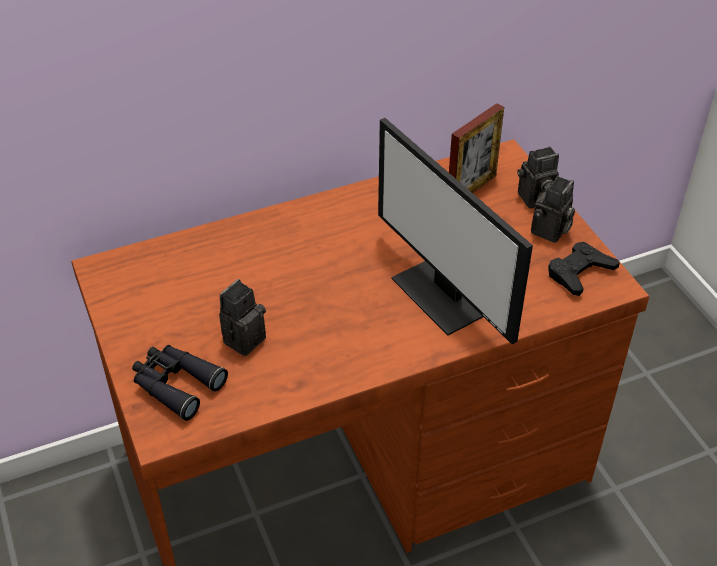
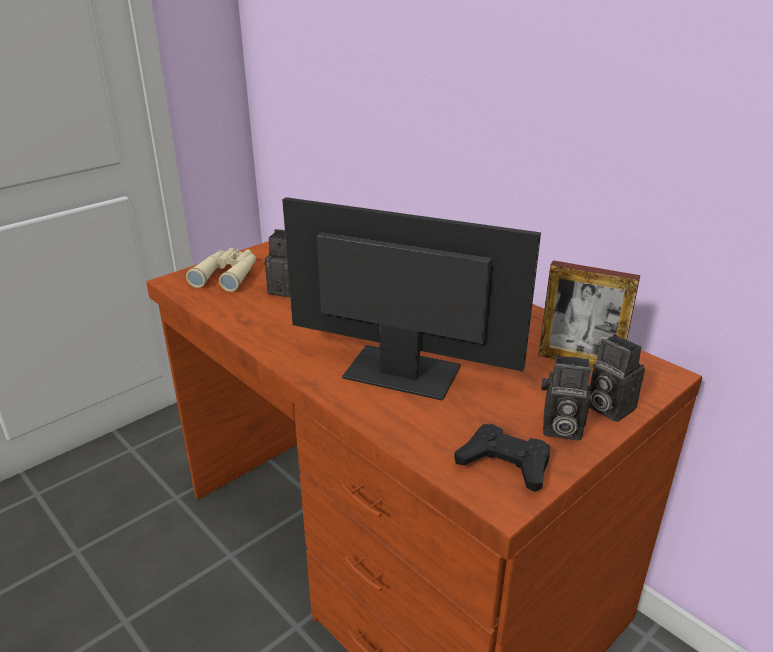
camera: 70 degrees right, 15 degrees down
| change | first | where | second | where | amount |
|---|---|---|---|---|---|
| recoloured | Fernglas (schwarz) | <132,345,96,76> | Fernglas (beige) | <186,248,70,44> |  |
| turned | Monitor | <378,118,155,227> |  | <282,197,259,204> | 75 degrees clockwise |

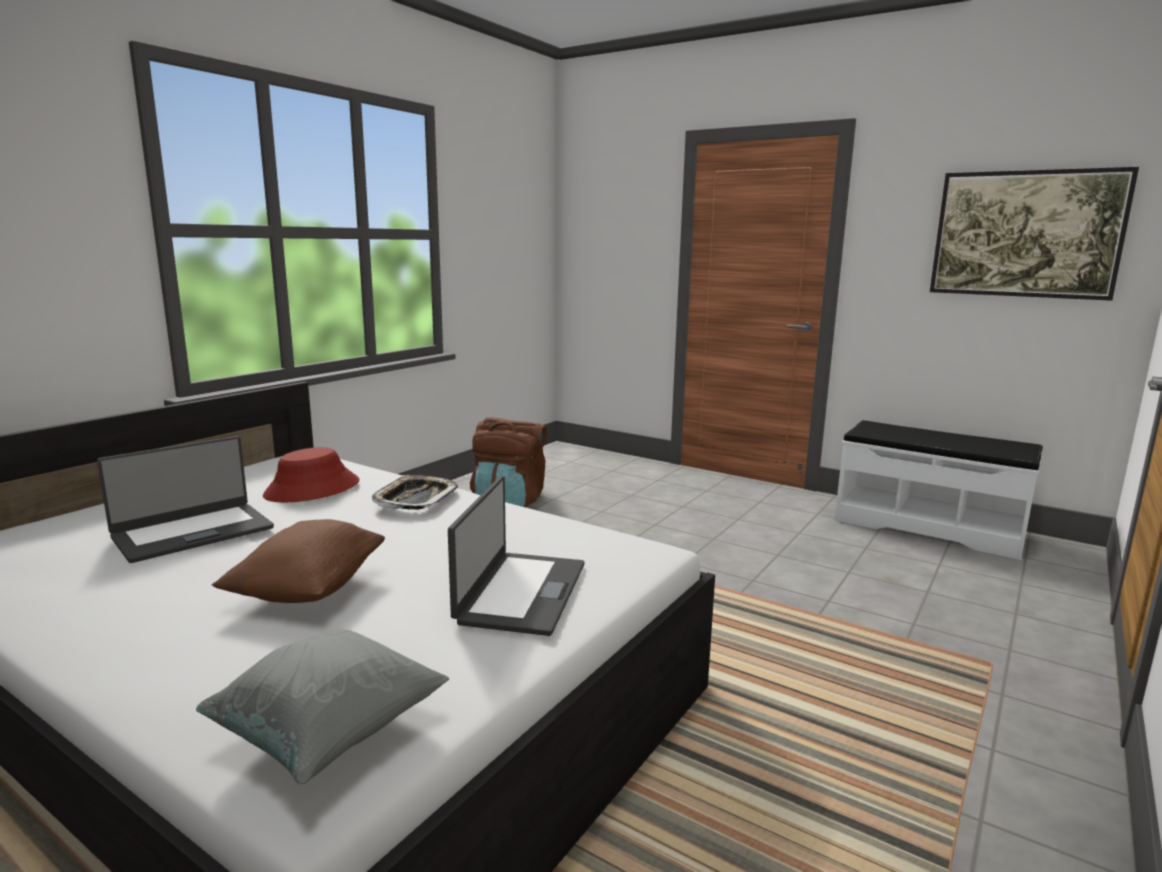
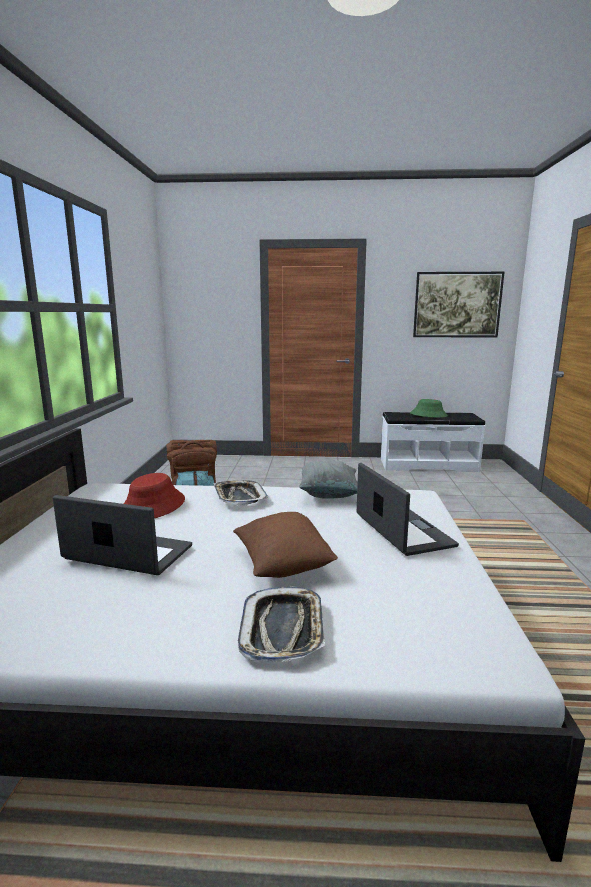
camera: 30 degrees left, 0 degrees up
| change | first | where | second | where | amount |
|---|---|---|---|---|---|
| added |  |  | Tablett | <238,587,87,75> |  |
| added |  |  | Hut (grün) | <410,399,38,19> |  |
| moved | Kissen (grau) | <196,629,253,155> |  | <299,459,59,40> |  |
| turned | Laptop | <97,436,177,127> |  | <53,495,139,80> | 90 degrees counterclockwise |

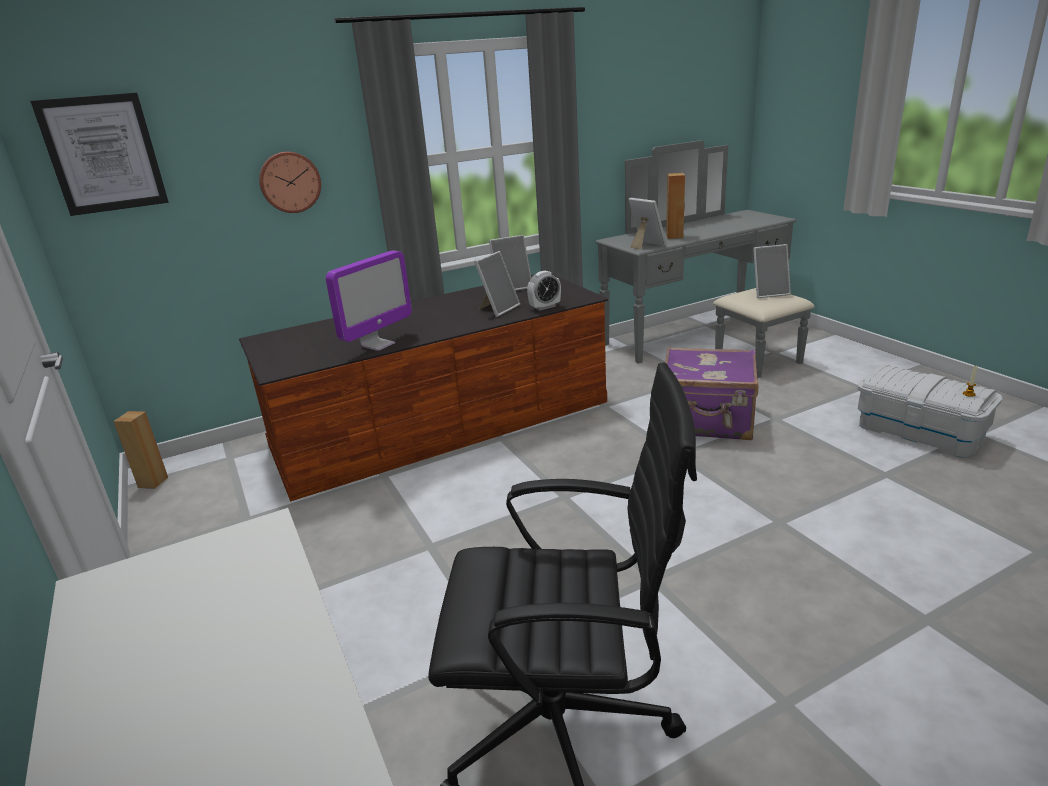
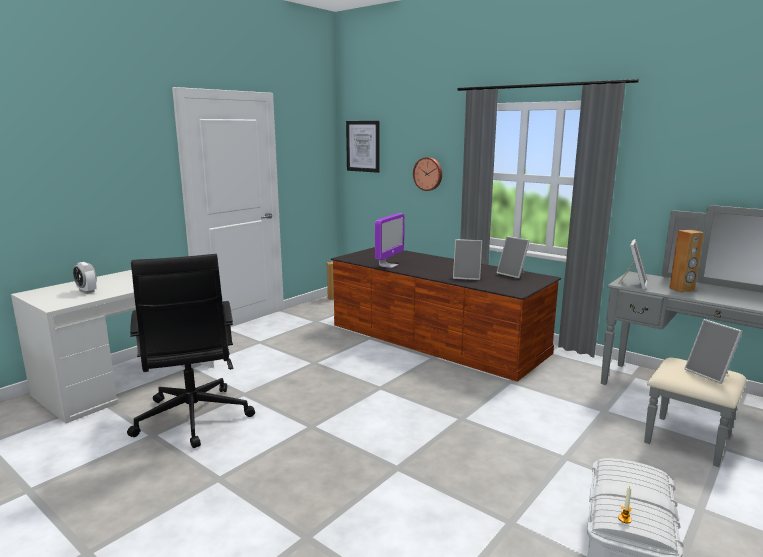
camera: 65 degrees right, 10 degrees down
| change | first | where | second | where | amount |
|---|---|---|---|---|---|
| removed | Koffer (lila) | <665,347,93,93> |  |  |  |
| moved | Wecker | <527,271,34,40> |  | <73,262,24,32> |  |
| turned | Monitor | <326,250,86,101> |  | <375,213,30,55> | 75 degrees counterclockwise |

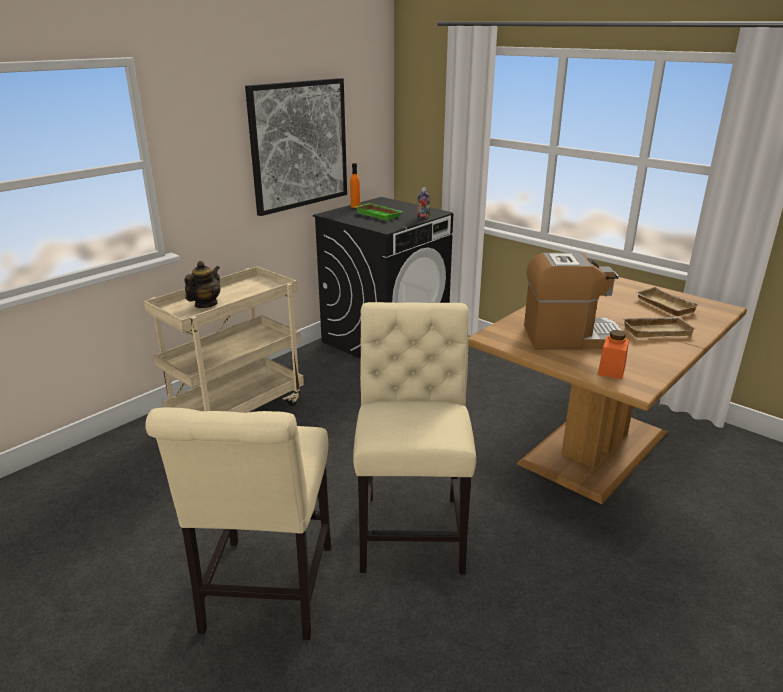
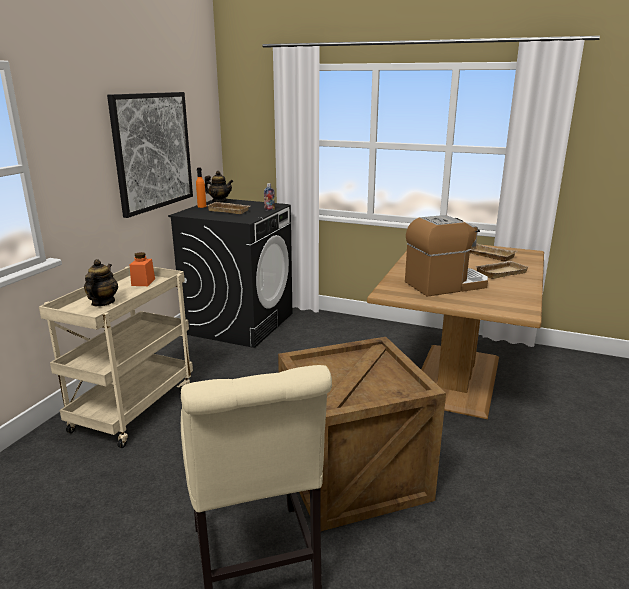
camera: 20 degrees left, 5 degrees down
| change | first | where | second | where | amount |
|---|---|---|---|---|---|
| added |  |  | Teekanne | <205,171,28,32> |  |
| moved | Vorratsglas (orange) | <597,330,32,49> |  | <130,252,25,34> |  |
| replaced | Stuhl (beige) | <353,302,123,272> | Kiste | <278,337,168,194> |  |
| recoloured | Tablett (grün) | <354,203,49,18> | Tablett (beige) | <207,202,43,12> |  |

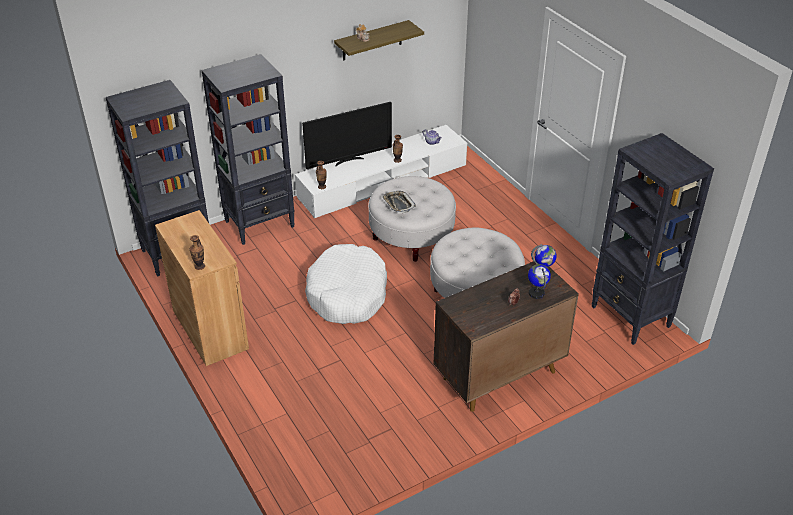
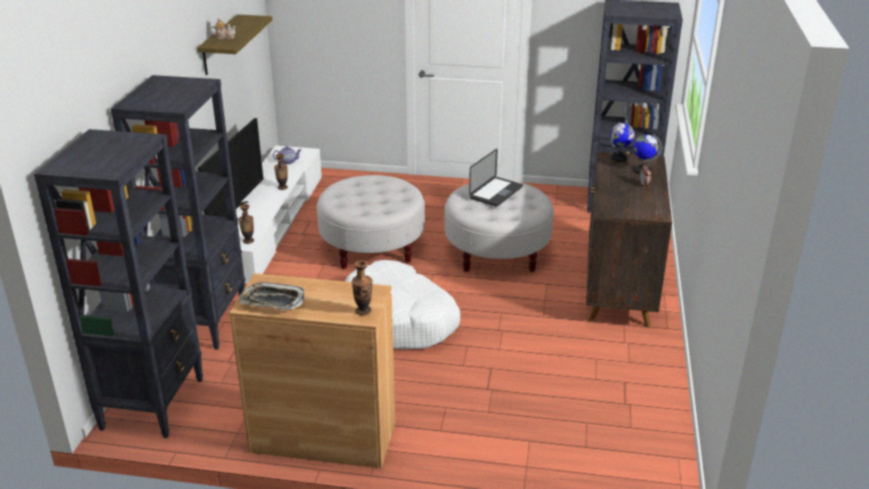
camera: 50 degrees left, 10 degrees down
| change | first | where | second | where | amount |
|---|---|---|---|---|---|
| added |  |  | Laptop | <469,149,54,58> |  |
| moved | Tablett | <382,191,34,22> |  | <239,282,65,28> |  |

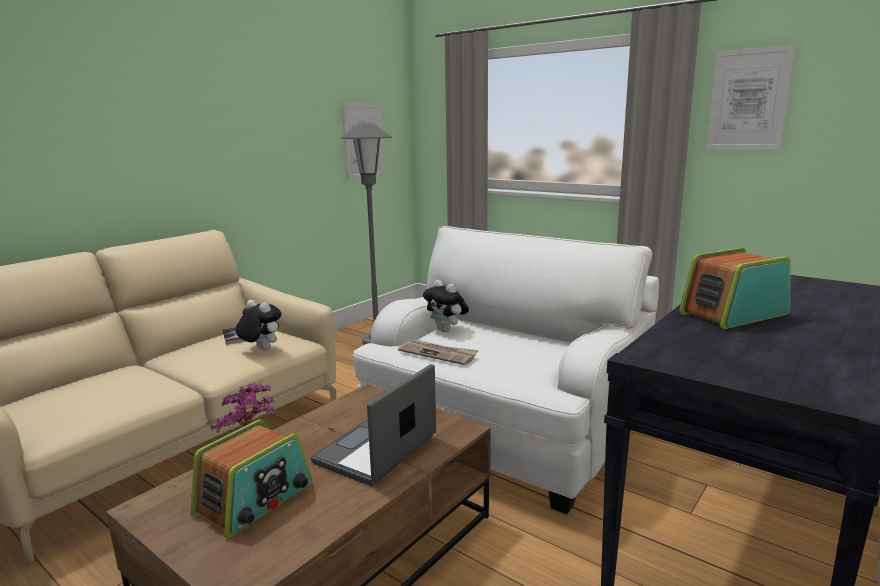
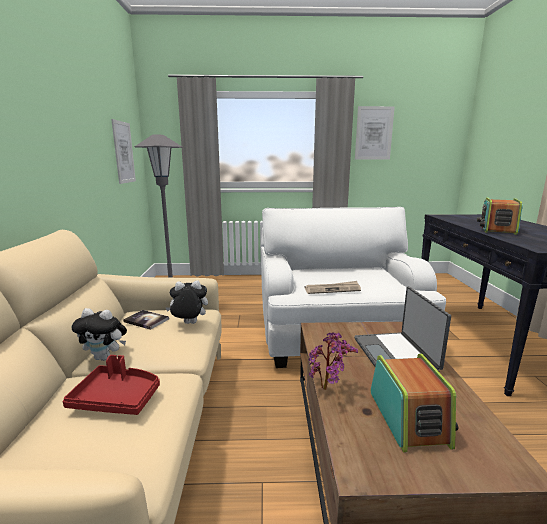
camera: 40 degrees left, 0 degrees up
| change | first | where | second | where | amount |
|---|---|---|---|---|---|
| added |  |  | Tablett (rot) | <62,355,98,60> |  |
| moved | Plüschtier | <423,280,46,52> |  | <72,308,55,53> |  |

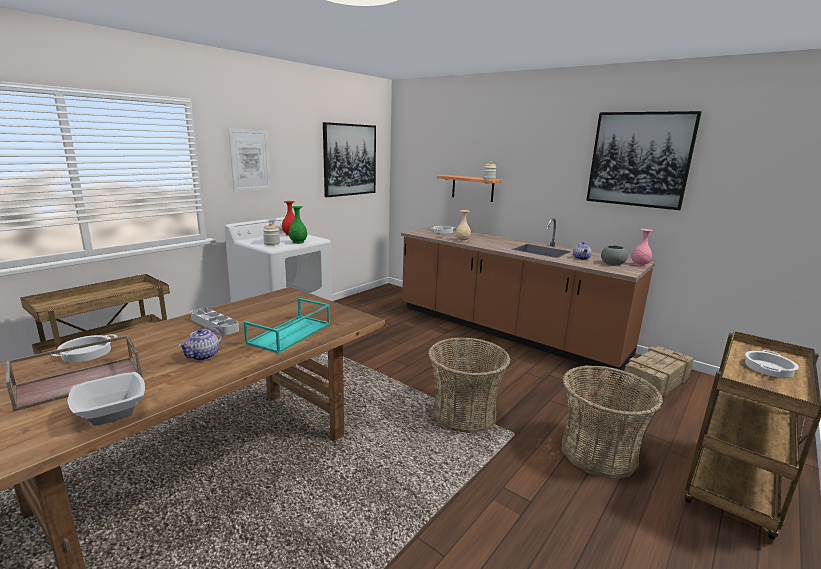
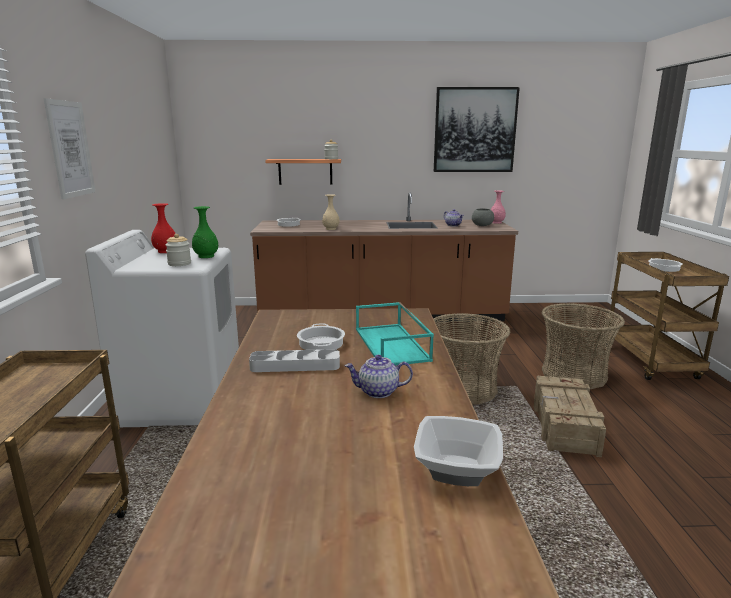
camera: 40 degrees left, 0 degrees up
| change | first | where | second | where | amount |
|---|---|---|---|---|---|
| removed | Tablett (braun) | <6,335,136,77> |  |  |  |
| removed | Bild | <323,122,53,75> |  |  |  |
| moved | Kochtopf | <51,334,67,28> |  | <297,324,48,26> |  |
| moved | Kiste | <622,346,72,53> |  | <534,376,72,81> |  |
| turned | Teekanne | <178,327,45,34> |  | <345,355,68,43> | 105 degrees clockwise |

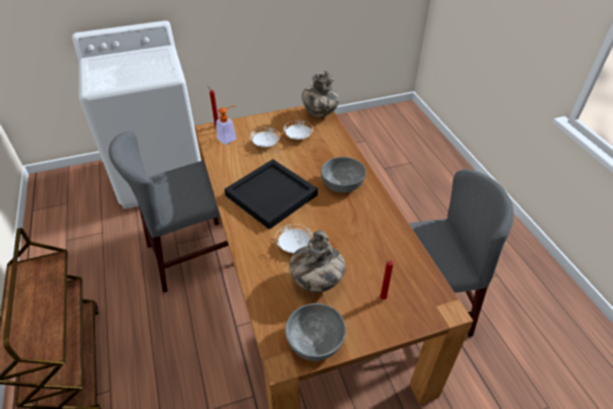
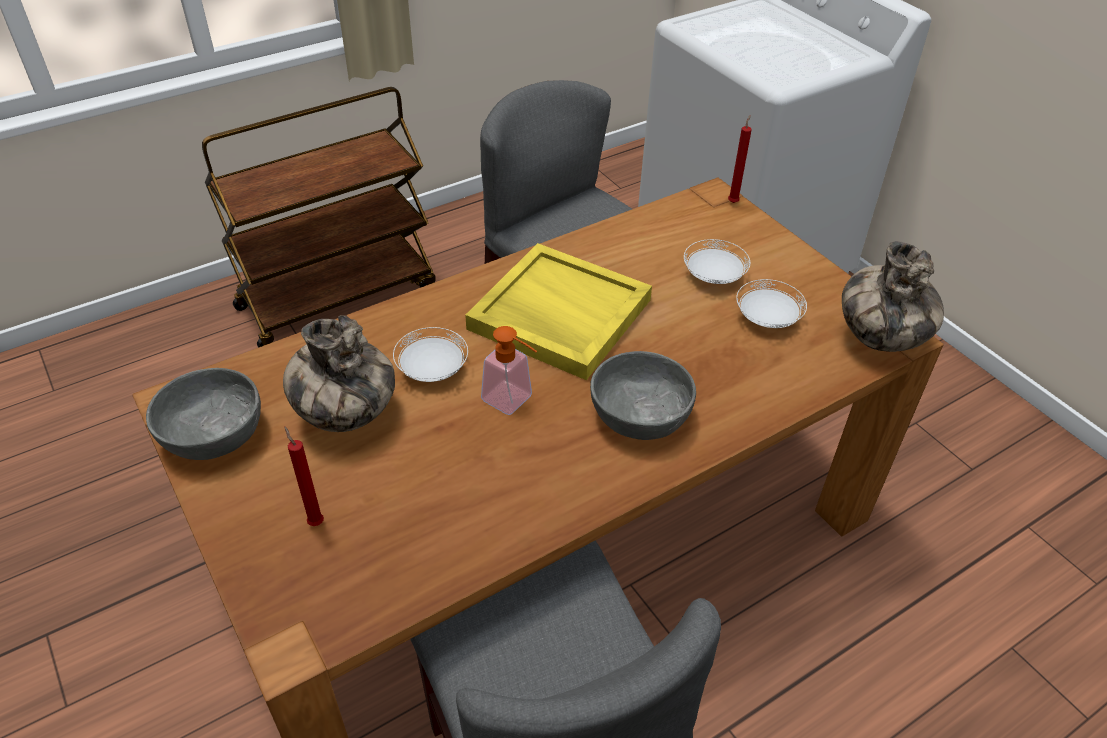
camera: 75 degrees right, 0 degrees up
| change | first | where | second | where | amount |
|---|---|---|---|---|---|
| moved | Seifenspender | <216,105,20,39> |  | <481,326,56,89> |  |
| recoloured | Tablett (schwarz) | <224,159,94,71> | Tablett (gelb) | <465,243,187,137> |  |

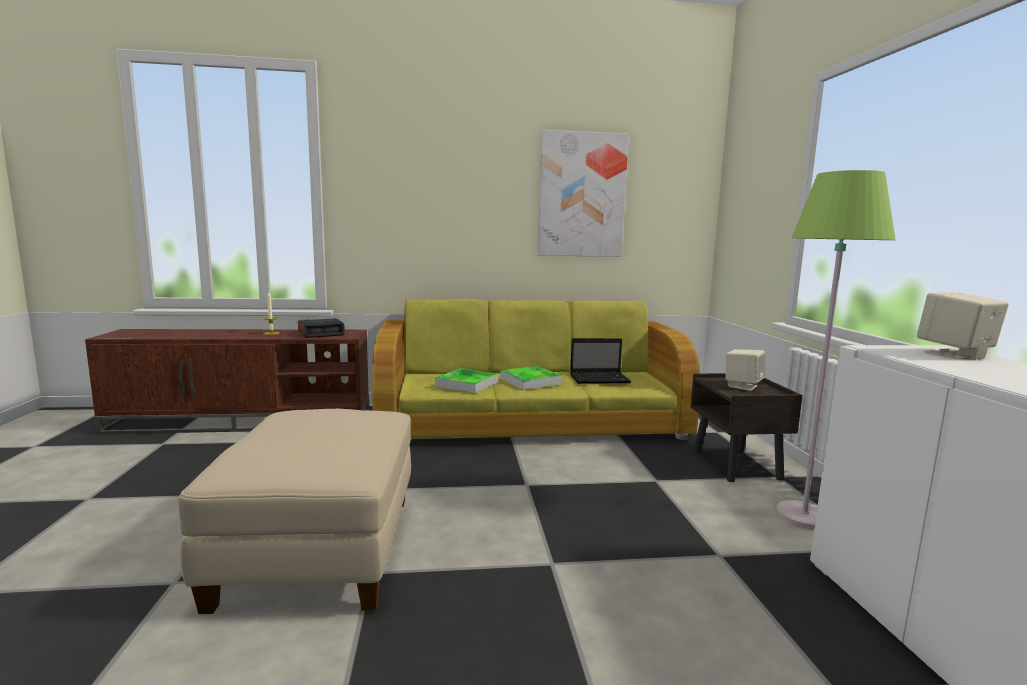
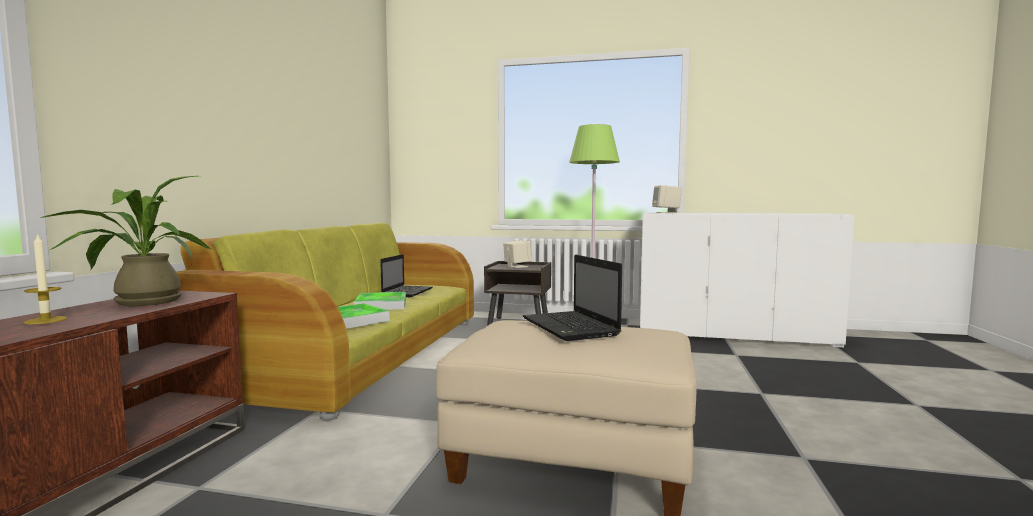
camera: 70 degrees left, 5 degrees down
| change | first | where | second | where | amount |
|---|---|---|---|---|---|
| removed | Bild | <538,130,91,127> |  |  |  |
| added |  |  | Laptop | <523,255,99,86> |  |
| replaced | Wecker | <298,318,47,20> | Topfpflanze | <41,176,172,130> |  |

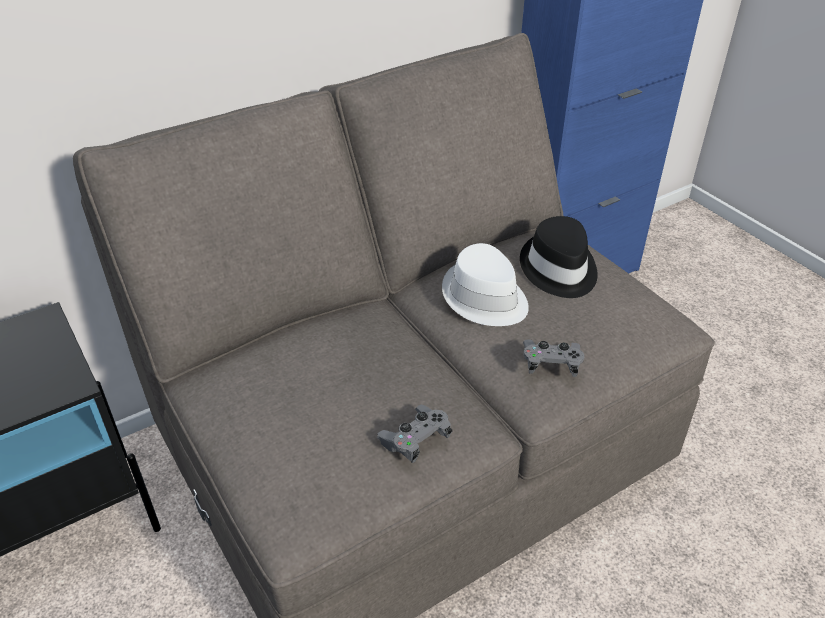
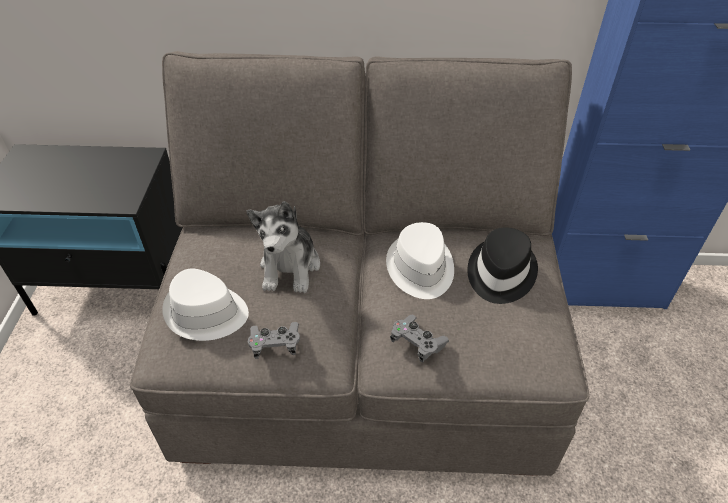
camera: 35 degrees right, 5 degrees up
| change | first | where | second | where | amount |
|---|---|---|---|---|---|
| added |  |  | Hut (weiß) | <162,268,87,73> |  |
| added |  |  | Plüschtier | <246,201,74,92> |  |

